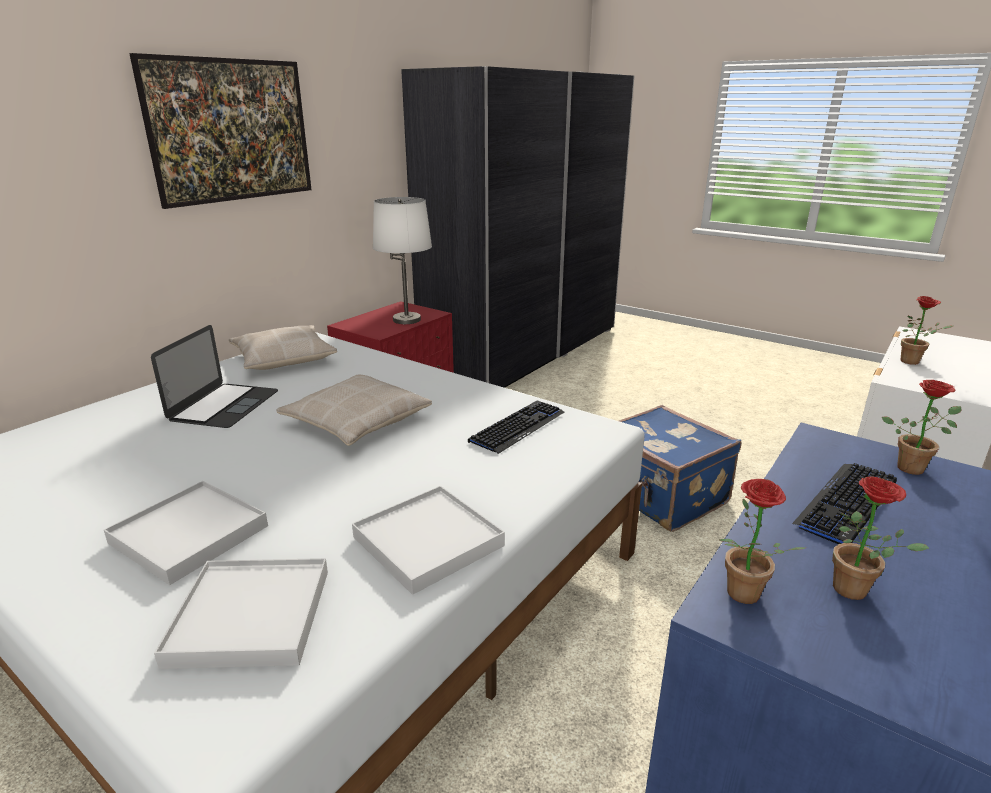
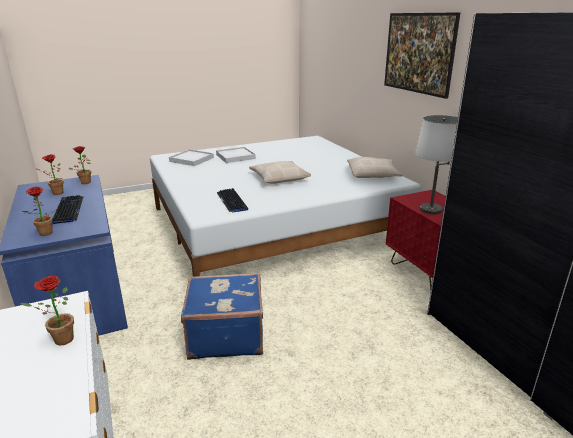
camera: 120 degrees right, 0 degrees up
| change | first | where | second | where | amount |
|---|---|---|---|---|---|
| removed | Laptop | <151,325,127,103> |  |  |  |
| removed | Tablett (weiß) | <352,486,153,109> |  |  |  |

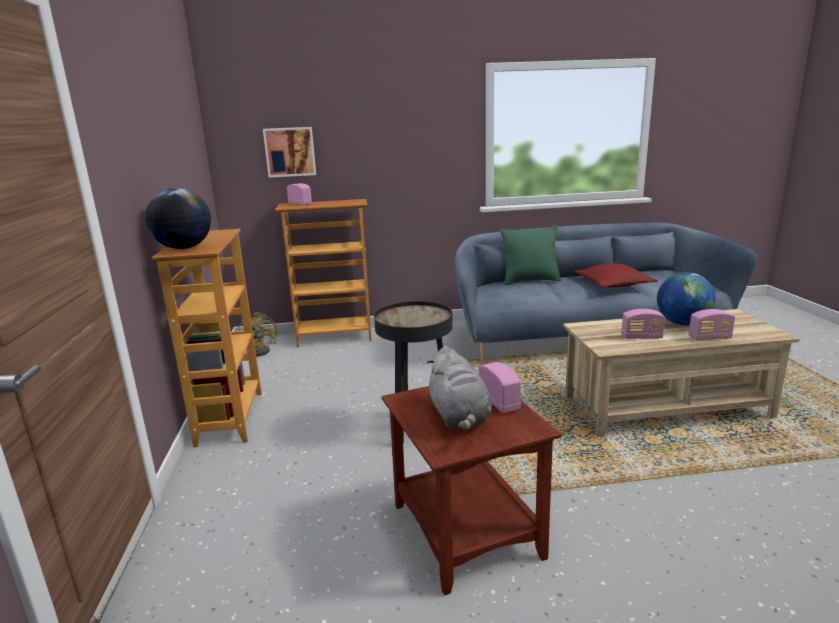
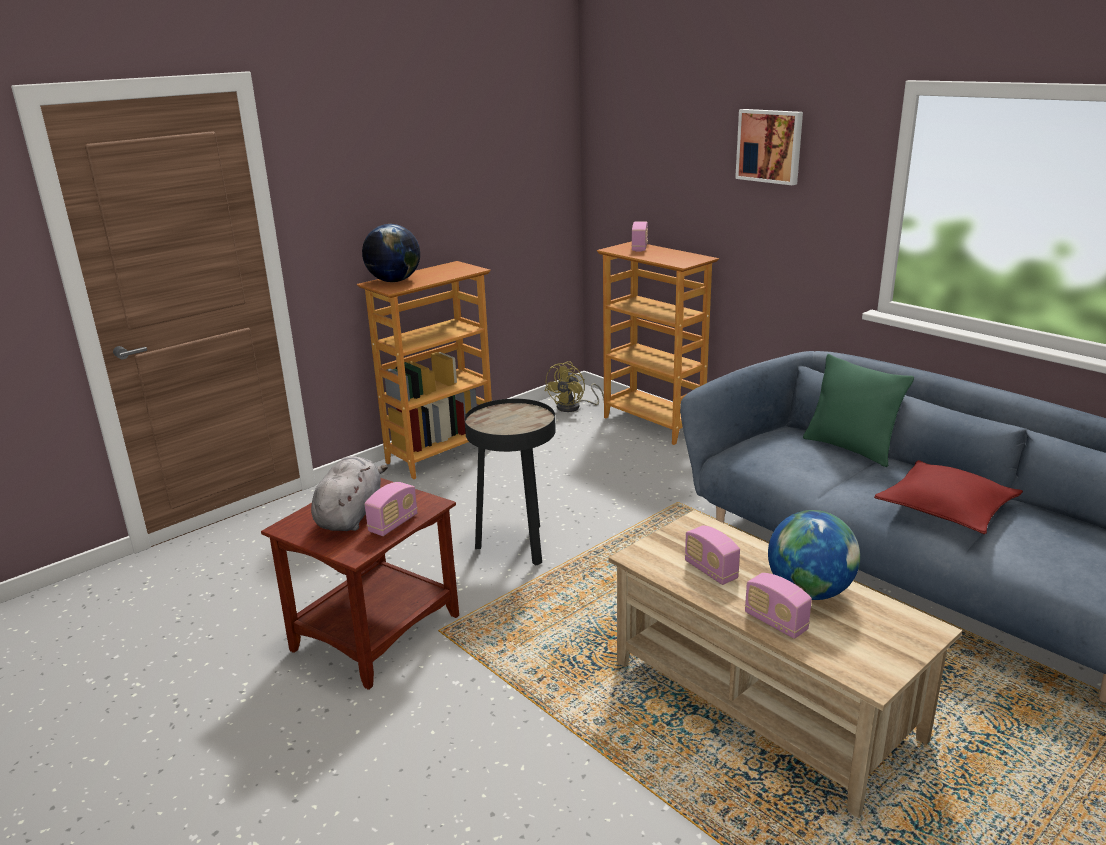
camera: 55 degrees right, 5 degrees up
| change | first | where | second | where | amount |
|---|---|---|---|---|---|
| moved | Bild | <263,127,53,51> |  | <735,109,68,76> |  |
| turned | Plüschtier (grau) | <427,346,65,85> |  | <311,456,77,75> | 150 degrees clockwise |

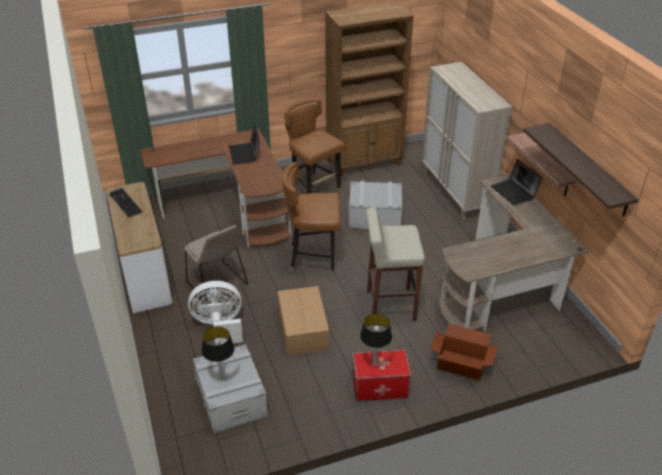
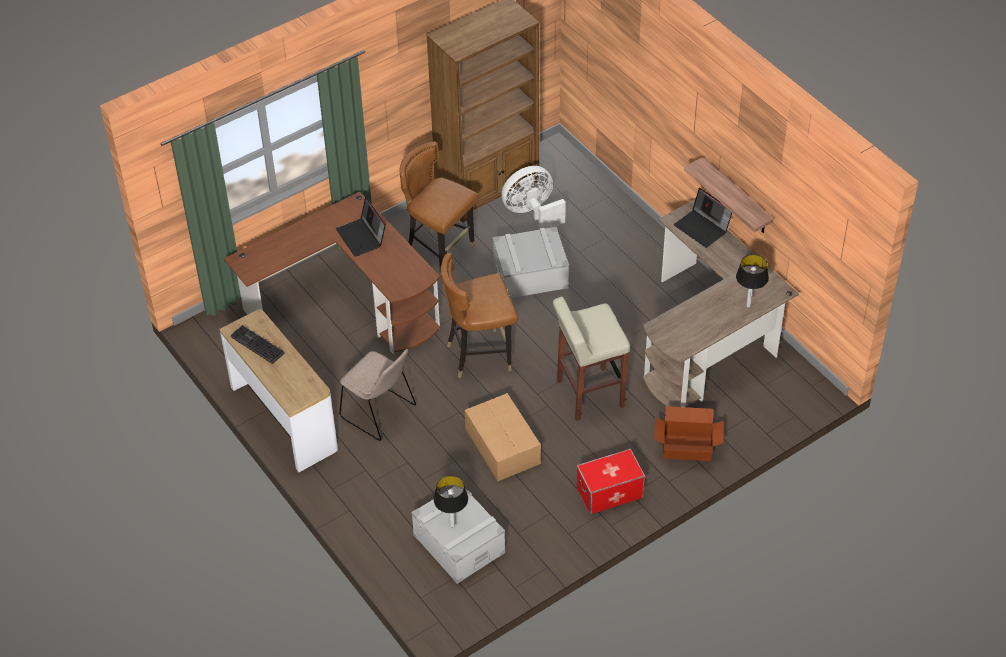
camera: 15 degrees left, 10 degrees up
| change | first | where | second | where | amount |
|---|---|---|---|---|---|
| removed | Schrank (beige) | <422,62,90,158> |  |  |  |
| removed | Wandregal | <523,123,115,93> |  |  |  |
| moved | Ventilator (weiß) | <188,281,55,64> |  | <501,166,65,63> |  |
| moved | Tischlampe | <360,314,32,52> |  | <736,255,33,53> |  |

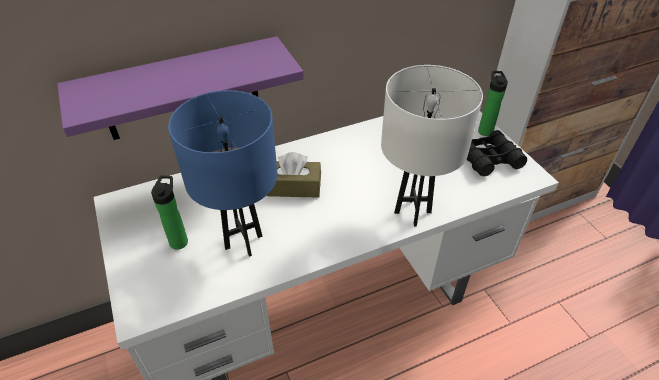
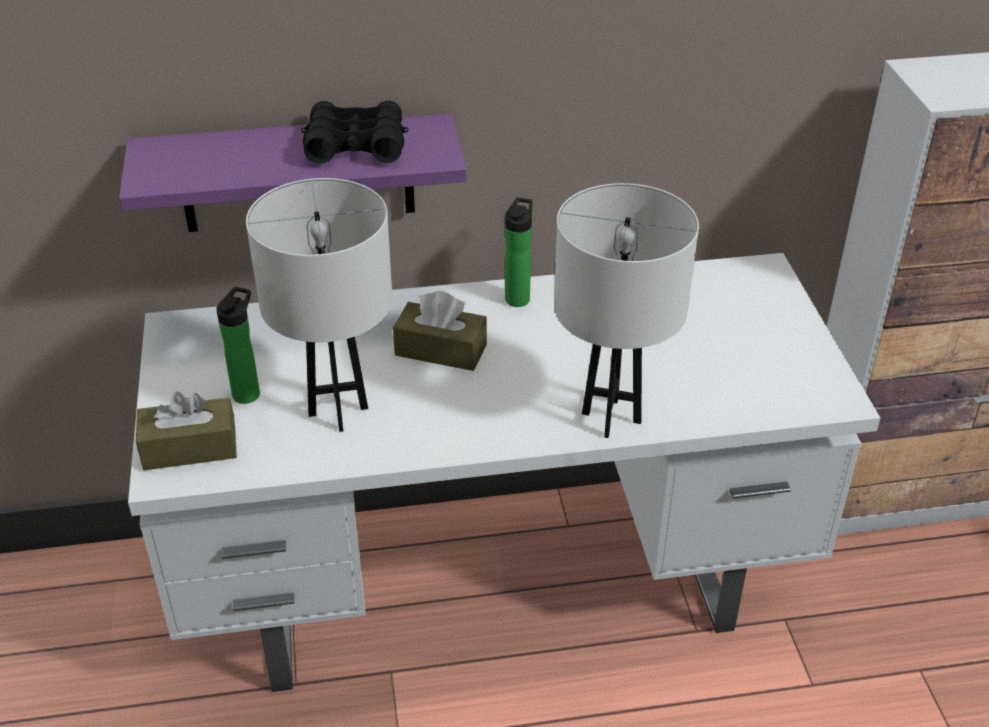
camera: 15 degrees right, 5 degrees down
| change | first | where | second | where | amount |
|---|---|---|---|---|---|
| added |  |  | Taschentuchbox (braun) | <136,392,101,78> |  |
| moved | Fernglas (schwarz) | <467,130,60,46> |  | <301,101,108,63> |  |
| moved | Flasche | <478,71,30,65> |  | <505,198,28,109> |  |
| recoloured | Tischlampe (blau) | <168,90,109,167> | Tischlampe (weiß) | <246,178,146,254> |  |

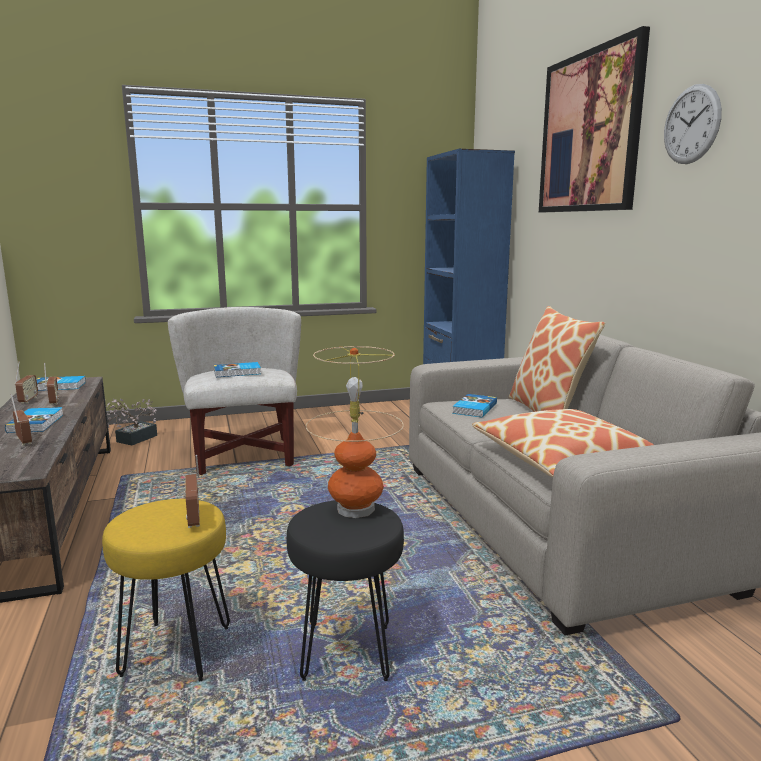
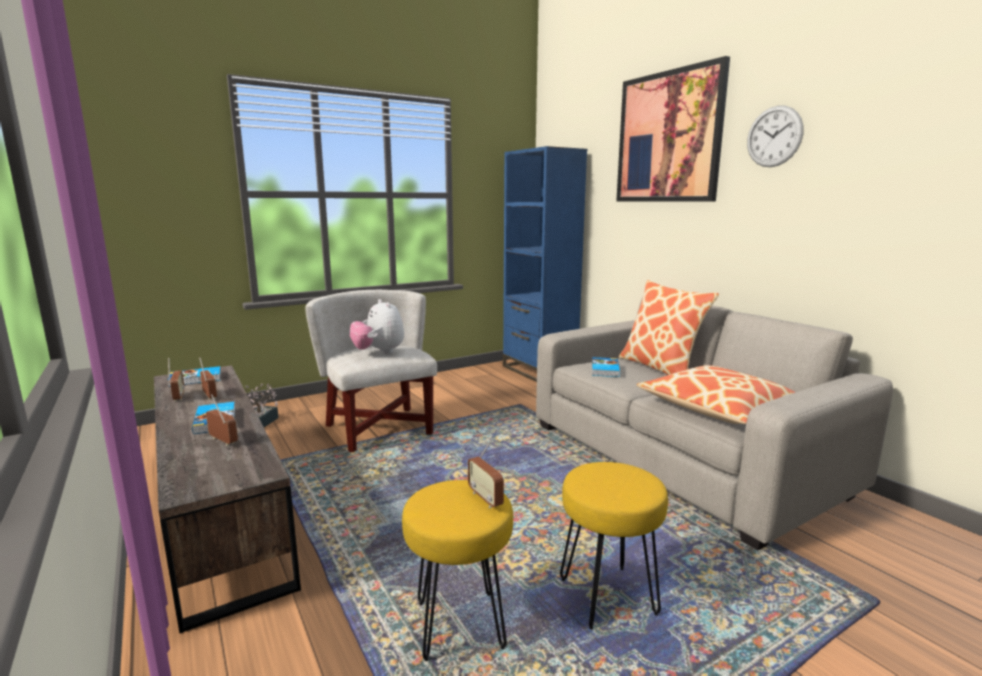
camera: 15 degrees left, 0 degrees up
| change | first | where | second | where | amount |
|---|---|---|---|---|---|
| removed | Tischlampe | <306,346,98,172> |  |  |  |
| replaced | Buch | <214,362,47,15> | Plüschtier | <350,299,54,55> |  |
| recoloured | Hocker (schwarz) | <286,500,118,181> | Hocker (gelb) | <560,462,108,167> |  |

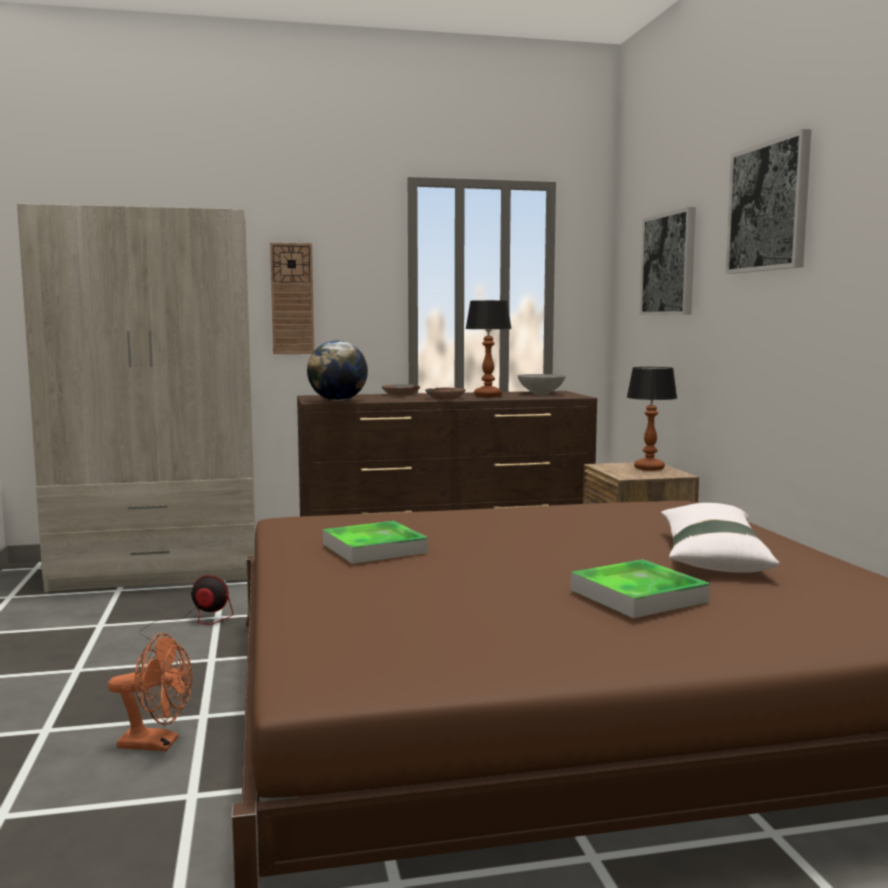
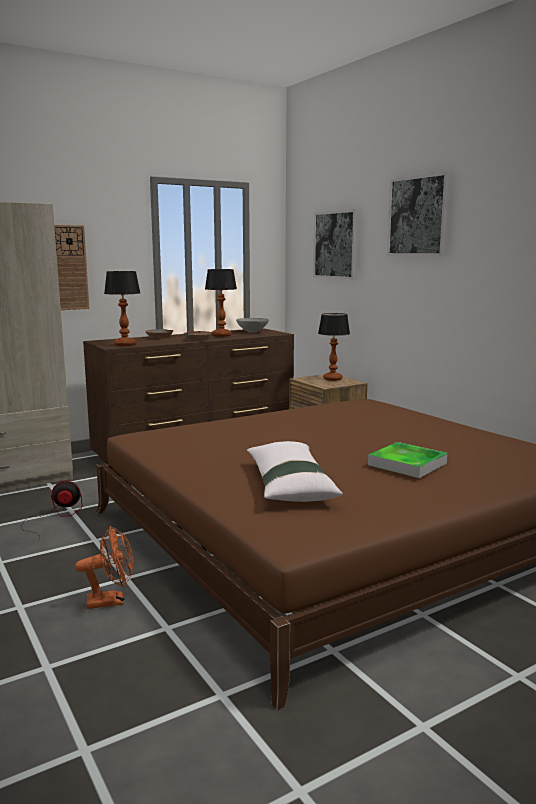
camera: 20 degrees left, 5 degrees up
| change | first | where | second | where | amount |
|---|---|---|---|---|---|
| removed | Tablett | <323,521,105,43> |  |  |  |
| moved | Kissen (weiß) | <661,503,119,70> |  | <247,441,96,61> |  |
| replaced | Globus | <307,341,61,60> | Tischlampe | <104,271,36,75> |  |

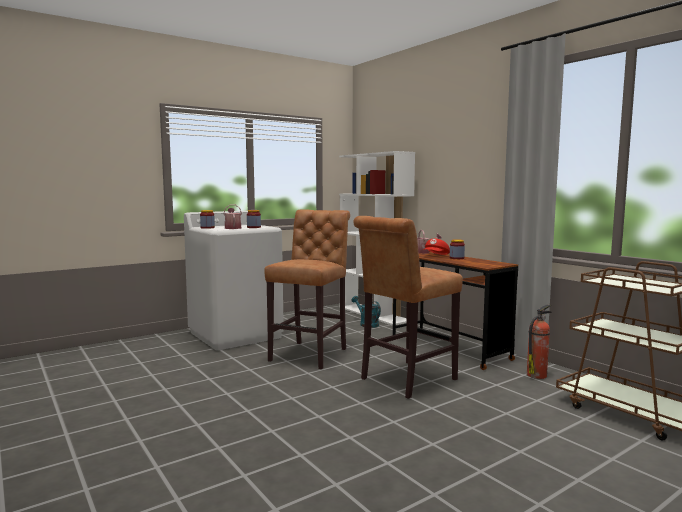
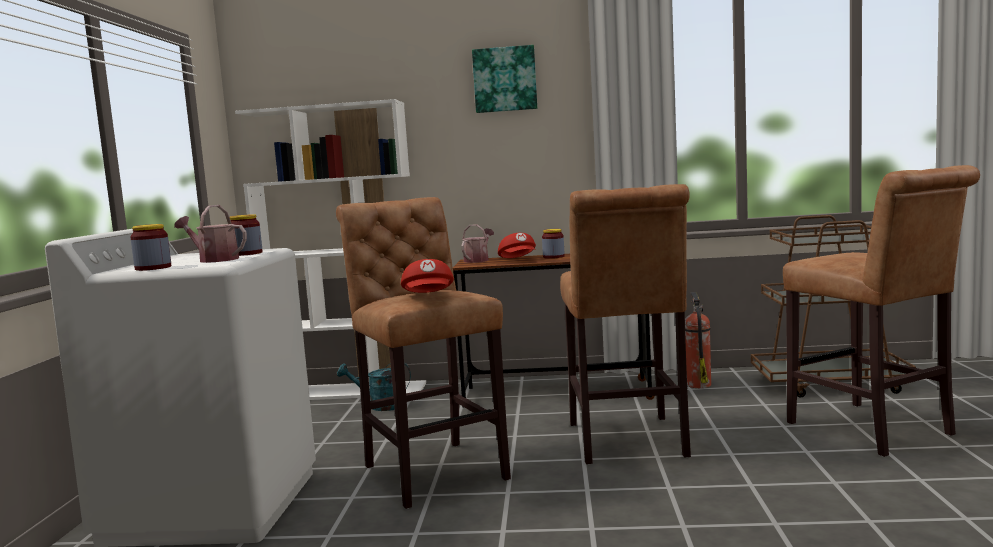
camera: 50 degrees left, 0 degrees up
| change | first | where | second | where | amount |
|---|---|---|---|---|---|
| added |  |  | Kappe (rot) | <401,259,53,34> |  |
| added |  |  | Bild | <472,45,65,68> |  |
| added |  |  | Hocker (braun) | <783,165,197,292> |  |

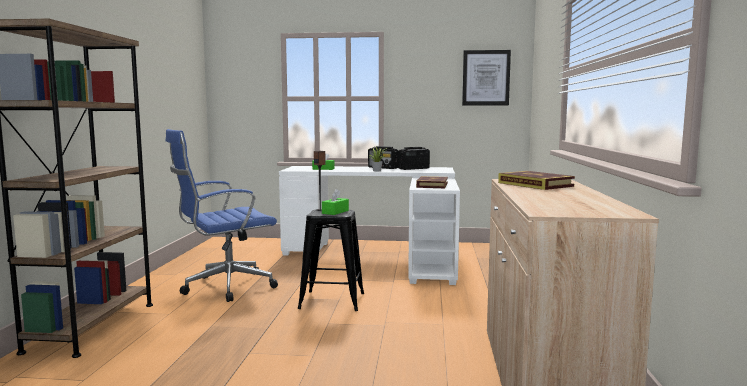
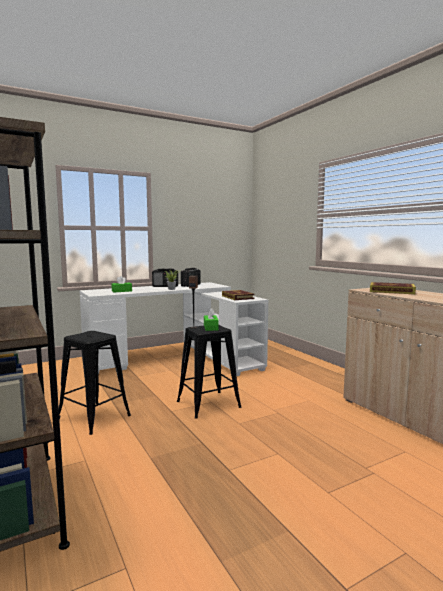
camera: 35 degrees left, 0 degrees up
| change | first | where | second | where | amount |
|---|---|---|---|---|---|
| removed | Bild | <462,50,49,55> |  |  |  |
| replaced | Bürostuhl (blau) | <166,129,112,173> | Hocker (schwarz) | <59,331,72,104> |  |

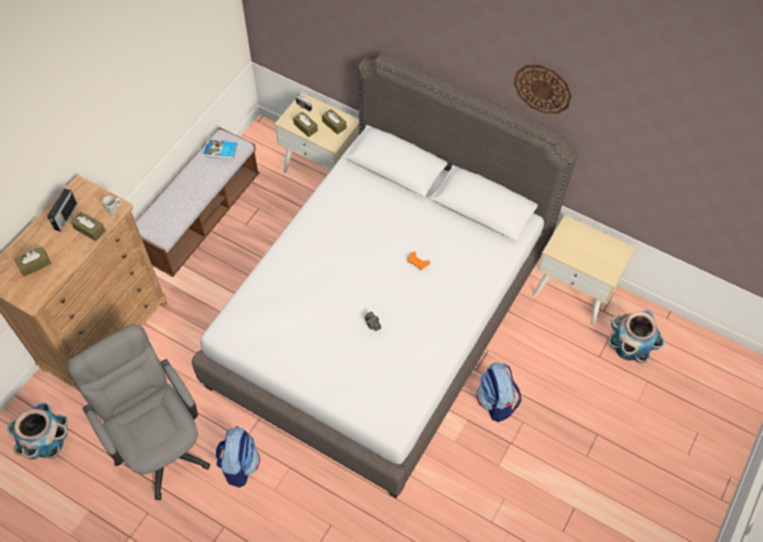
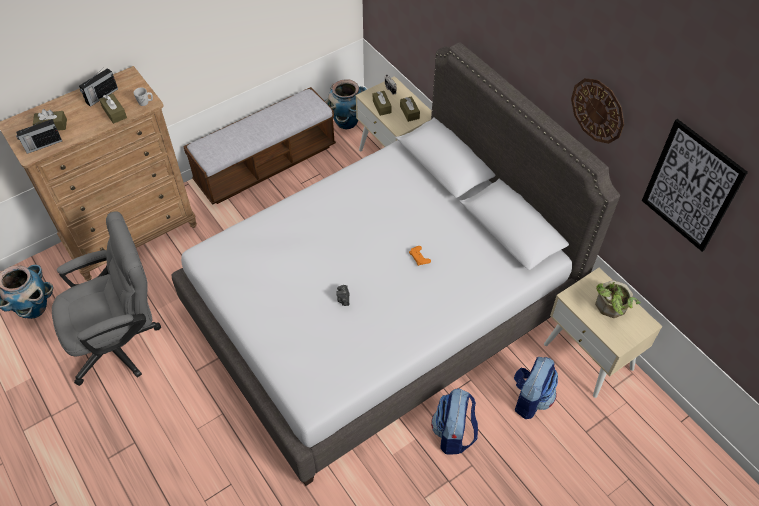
camera: 25 degrees right, 5 degrees down
| change | first | where | second | where | amount |
|---|---|---|---|---|---|
| removed | Buch | <204,140,33,20> |  |  |  |
| added |  |  | Radio | <16,118,46,36> |  |
| added |  |  | Topfpflanze | <595,280,46,38> |  |
| added |  |  | Bild | <642,119,106,133> |  |
| moved | Rucksack | <216,426,44,62> |  | <514,357,44,62> |  |
| moved | Pflanzkübel | <608,310,57,53> |  | <325,79,42,50> |  |
| turned | Bürostuhl (grau) | <67,324,143,176> |  | <52,211,109,175> | 75 degrees clockwise |

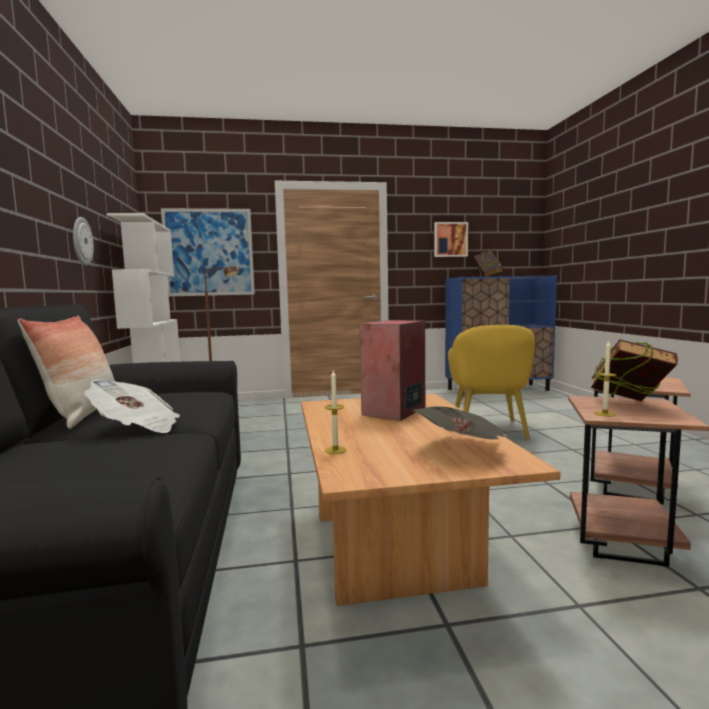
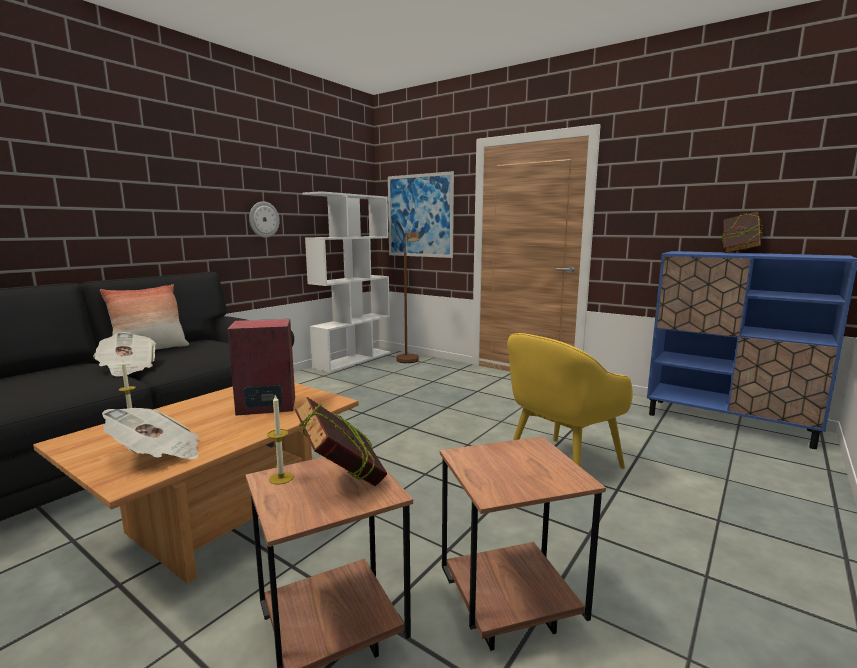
camera: 45 degrees right, 5 degrees up
| change | first | where | second | where | amount |
|---|---|---|---|---|---|
| removed | Bild | <434,222,34,35> |  |  |  |

